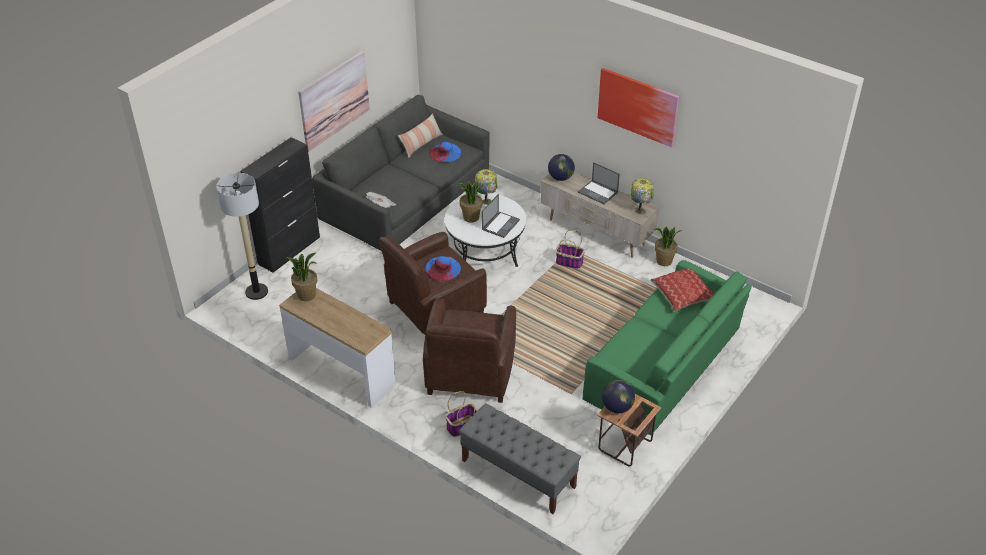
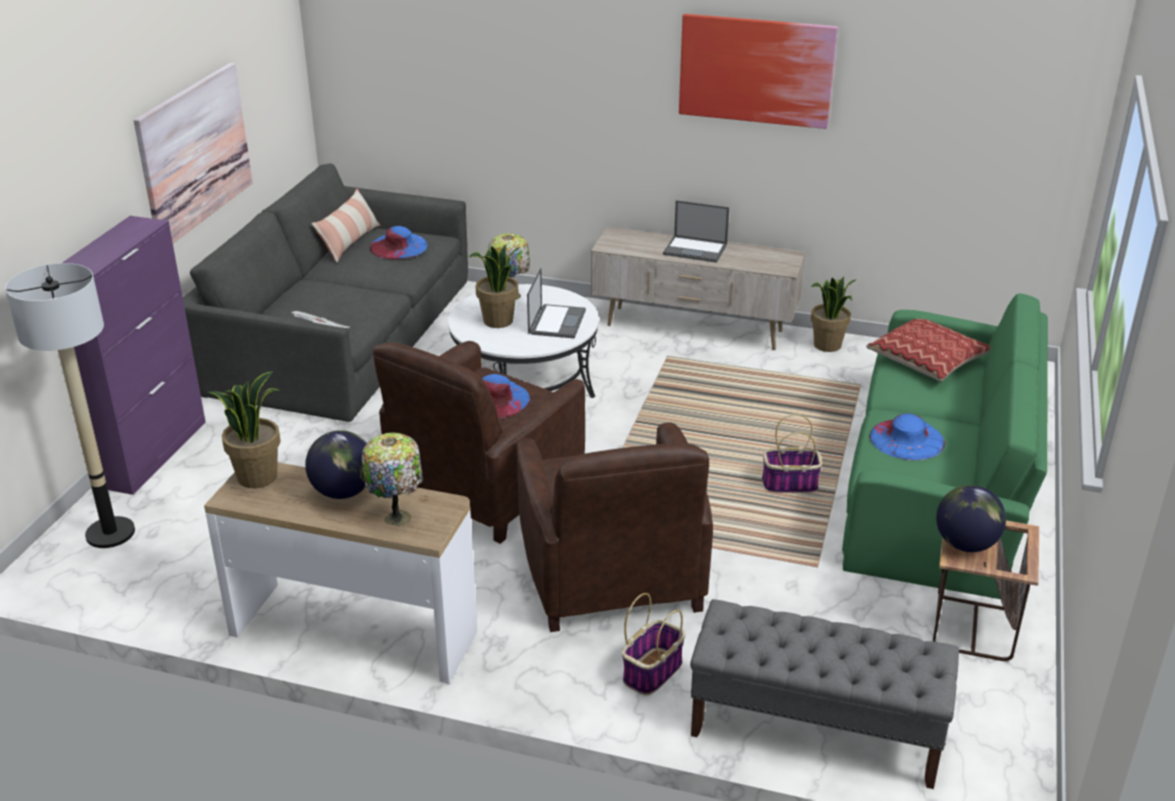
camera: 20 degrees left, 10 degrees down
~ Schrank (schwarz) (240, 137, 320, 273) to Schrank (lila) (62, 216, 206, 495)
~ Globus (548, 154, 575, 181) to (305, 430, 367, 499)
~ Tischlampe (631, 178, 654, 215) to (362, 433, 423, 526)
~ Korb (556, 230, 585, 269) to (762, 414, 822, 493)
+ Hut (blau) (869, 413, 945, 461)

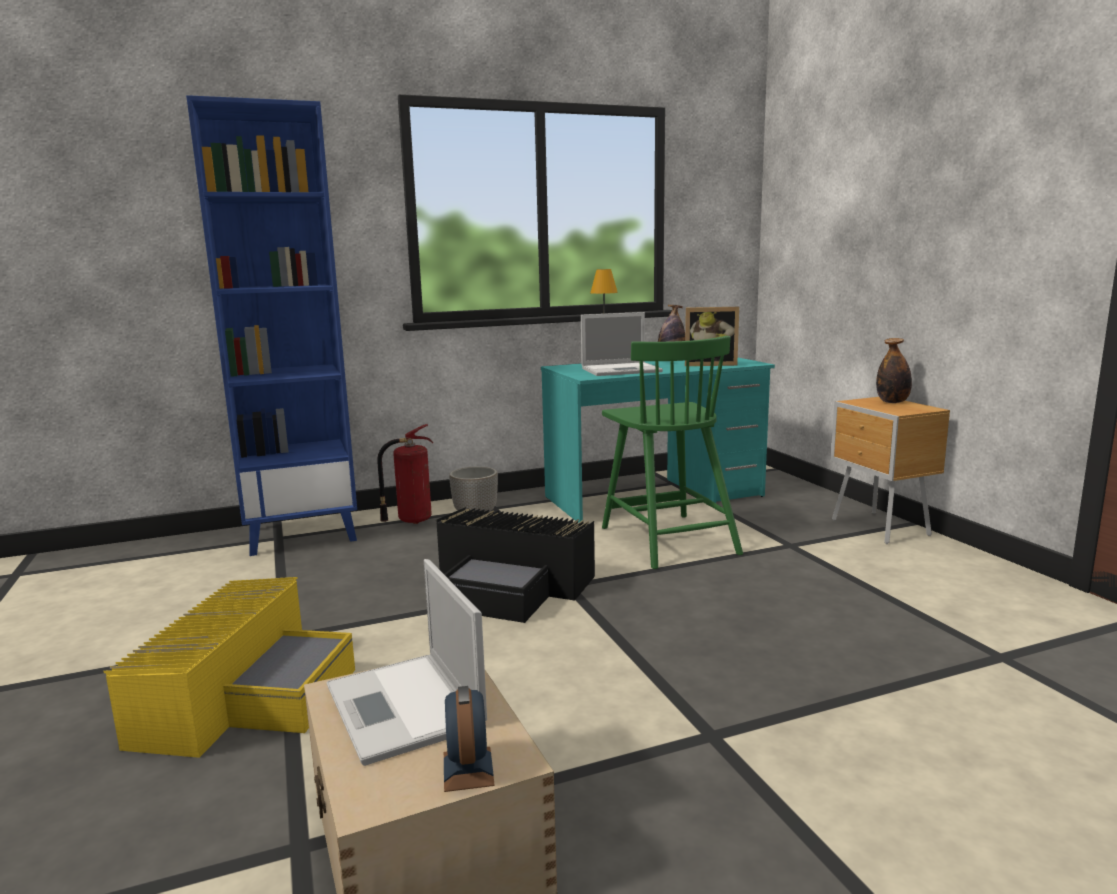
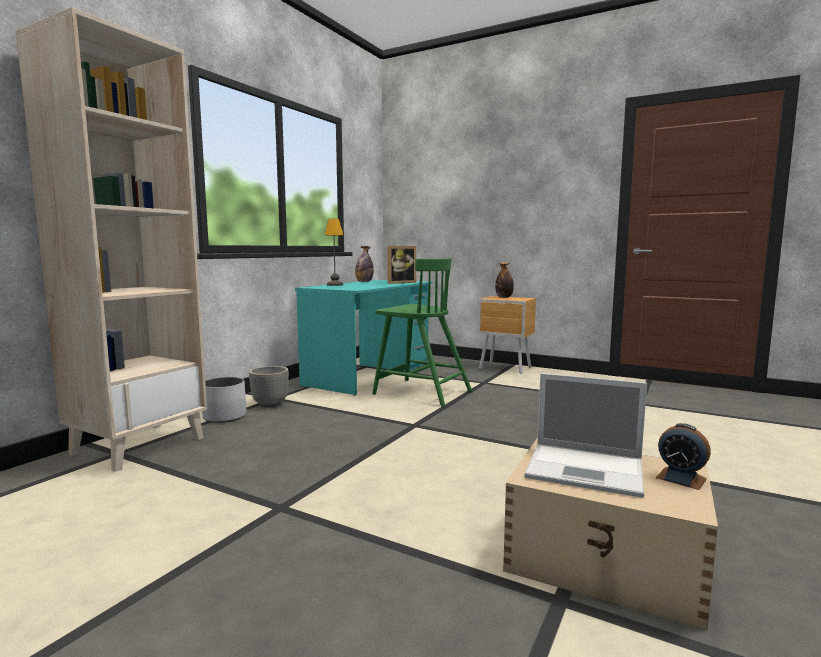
camera: 40 degrees left, 5 degrees down
~ Bücherregal (blau) (186, 95, 357, 556) to Bücherregal (beige) (16, 7, 207, 472)
~ Feuerlöscher (377, 424, 433, 524) to Pflanzkübel (weiß) (202, 377, 246, 423)
- Aufbewahrungsbox (gelb) (103, 577, 355, 758)
- Aufbewahrungsbox (schwarz) (436, 507, 595, 623)
- Laptop (581, 312, 663, 376)

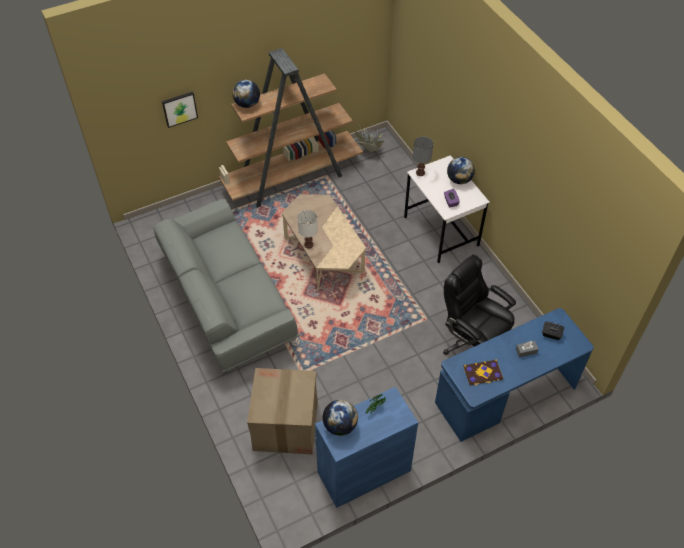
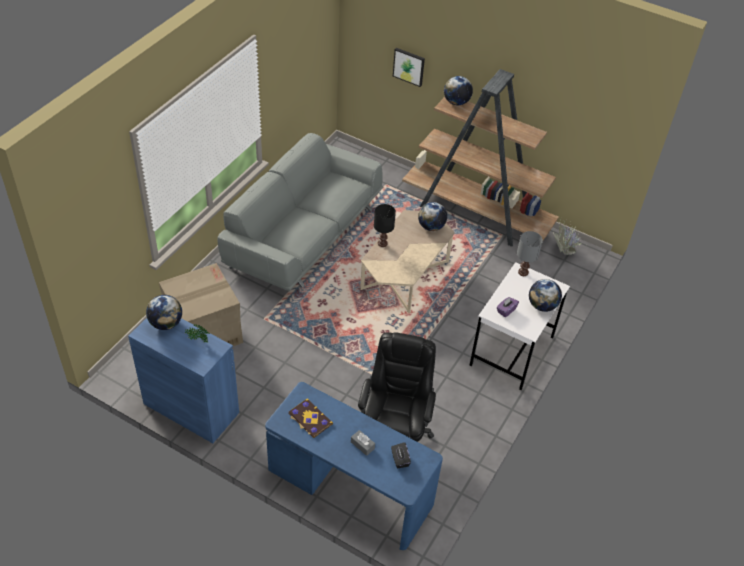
camera: 55 degrees right, 5 degrees down
~ Tischlampe (weiß) (297, 210, 318, 249) to Tischlampe (schwarz) (374, 204, 396, 247)
+ Globus (418, 202, 447, 231)

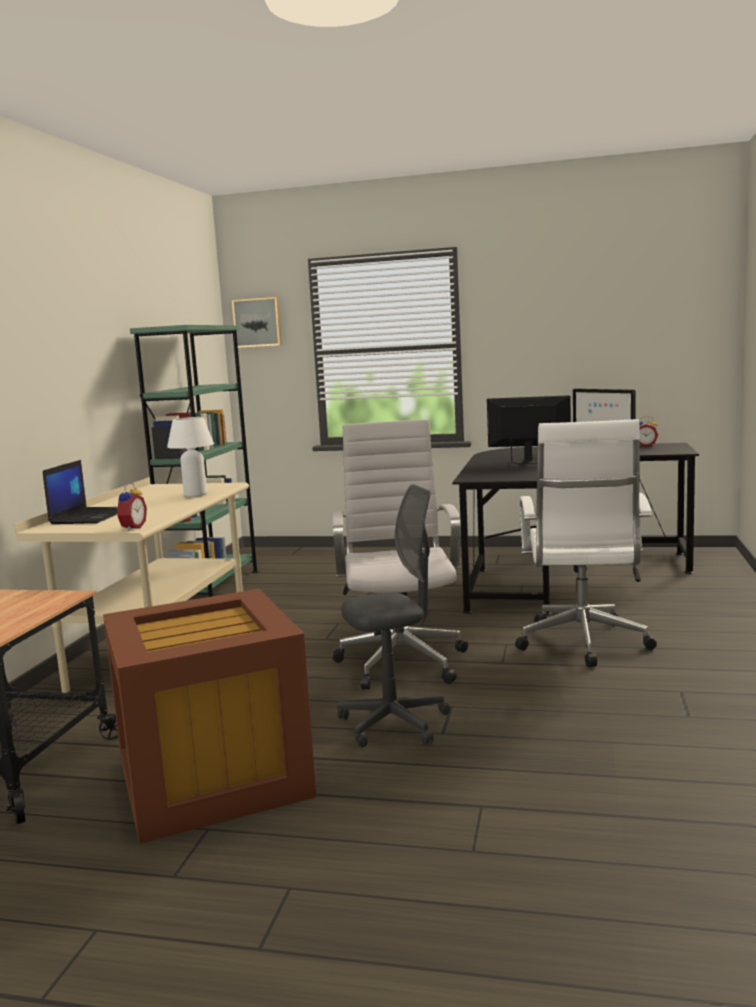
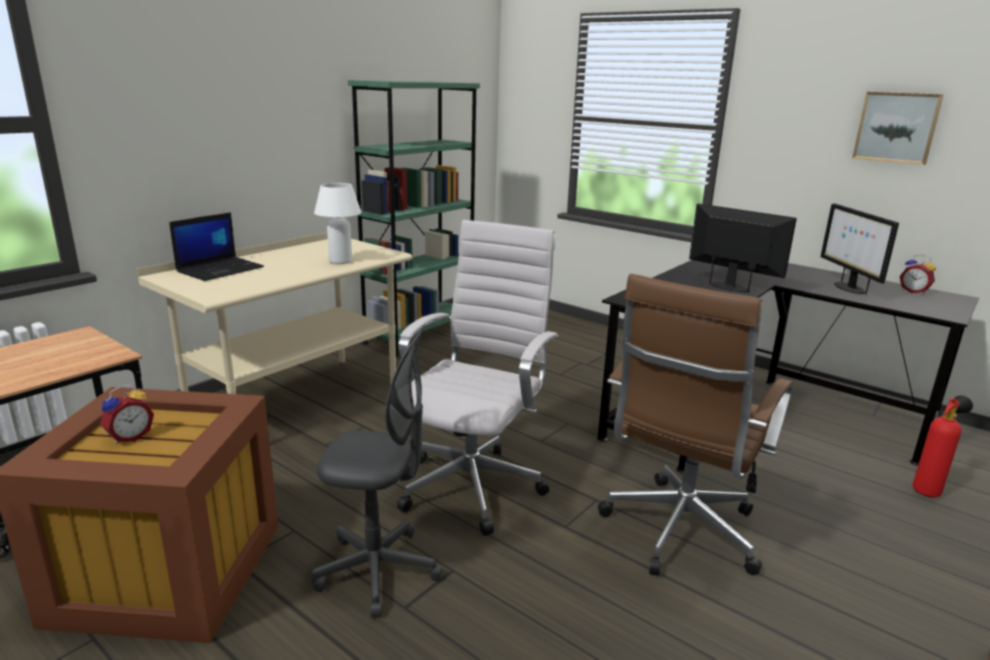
camera: 25 degrees right, 10 degrees up
~ Wecker (115, 483, 147, 531) to (101, 385, 154, 444)
~ Bürostuhl (weiß) (515, 419, 657, 667) to Bürostuhl (braun) (598, 274, 793, 576)
~ Bild (232, 297, 282, 348) to (852, 92, 944, 165)
+ Feuerlöscher (913, 395, 973, 498)

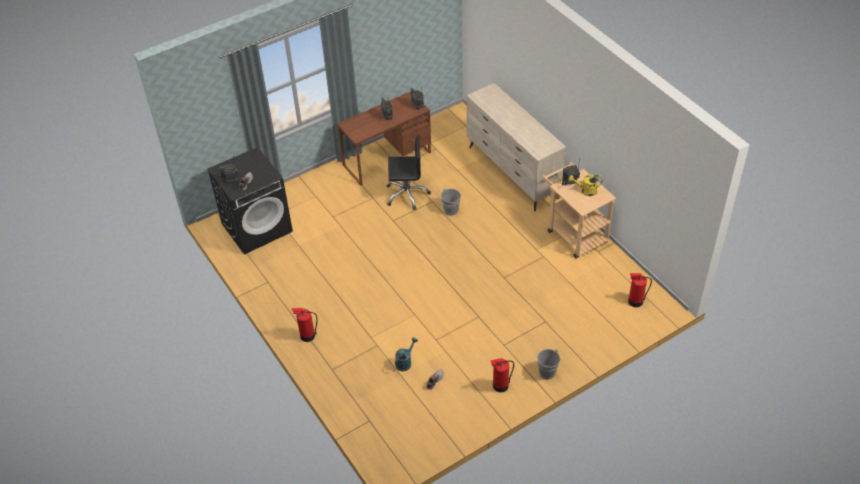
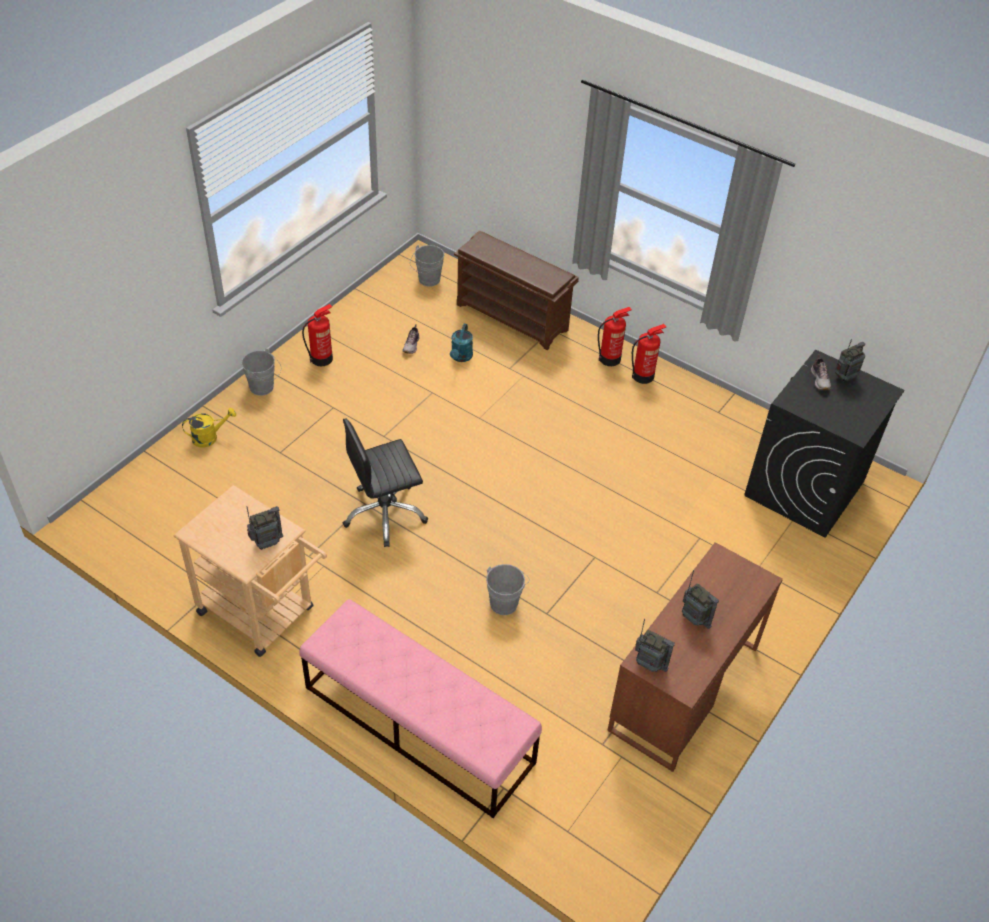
camera: 155 degrees right, 0 degrees up
~ Gießkanne (gelb) (569, 175, 603, 196) to (182, 408, 236, 448)
~ Kommode (beige) (467, 83, 566, 211) to Bank (rosa) (299, 599, 542, 818)
~ Bürostuhl (schwarz) (387, 135, 431, 210) to (343, 419, 428, 547)
+ Eimer (grau) (410, 245, 444, 287)
+ Schuhregal (braun) (454, 230, 579, 350)
~ Feuerlöscher (628, 273, 652, 307) to (632, 324, 666, 384)

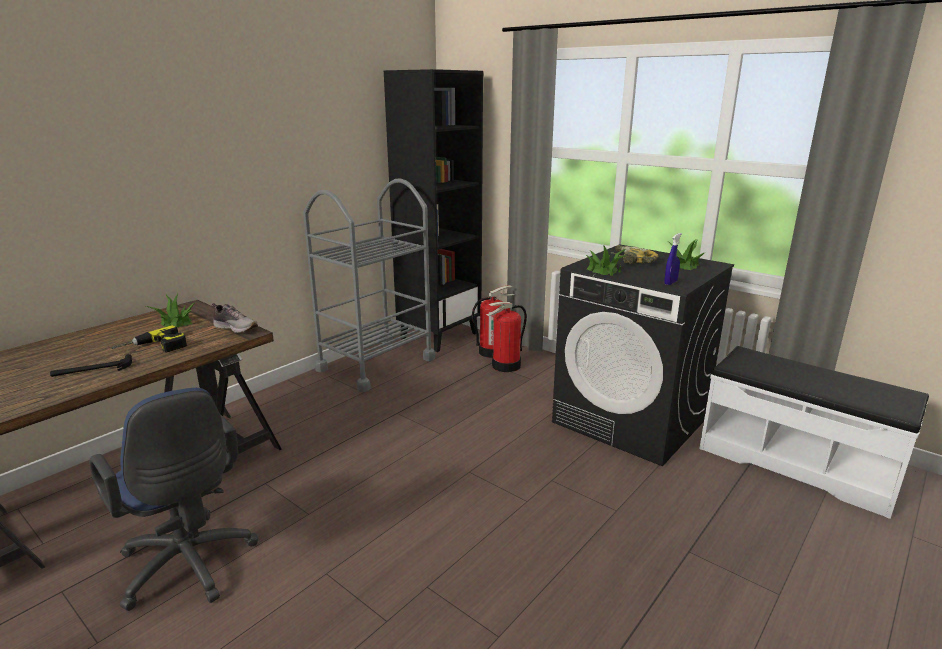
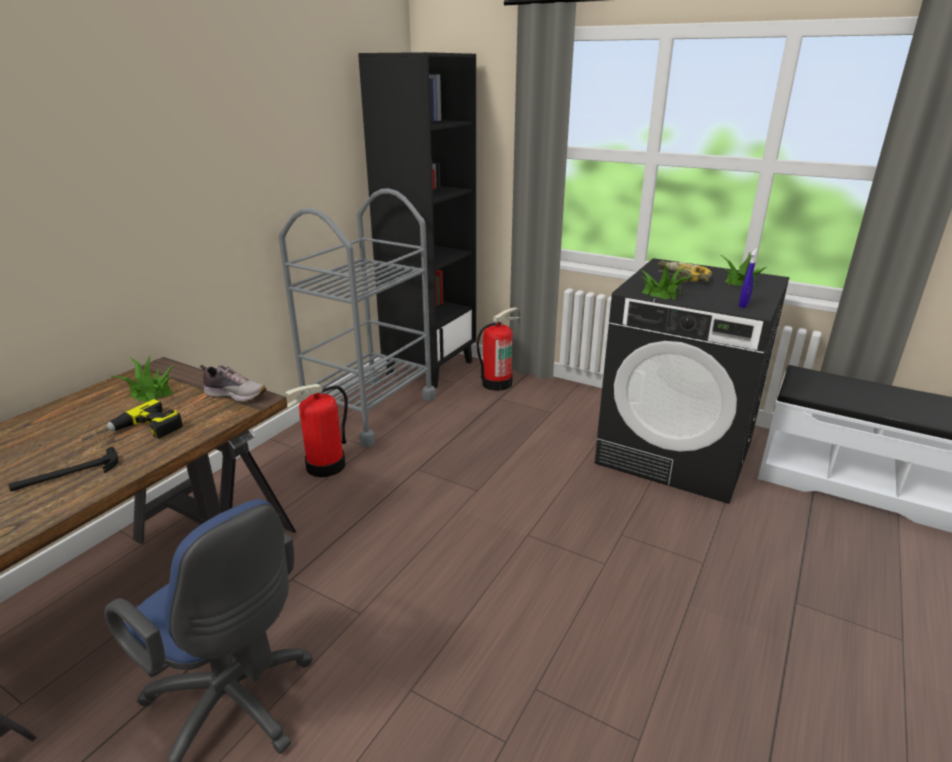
camera: 10 degrees left, 5 degrees up
~ Feuerlöscher (486, 302, 527, 372) to (285, 384, 348, 477)

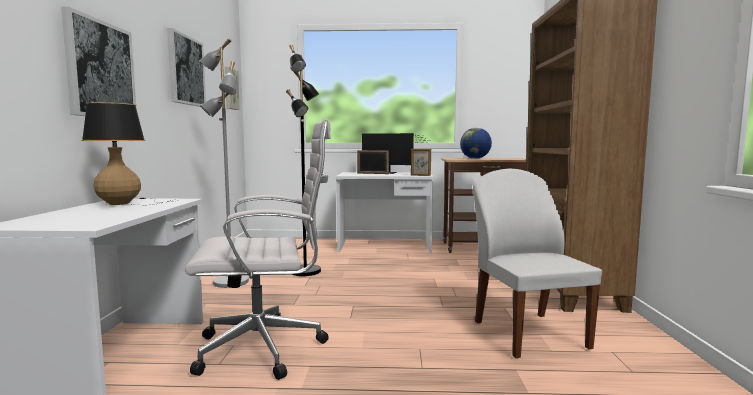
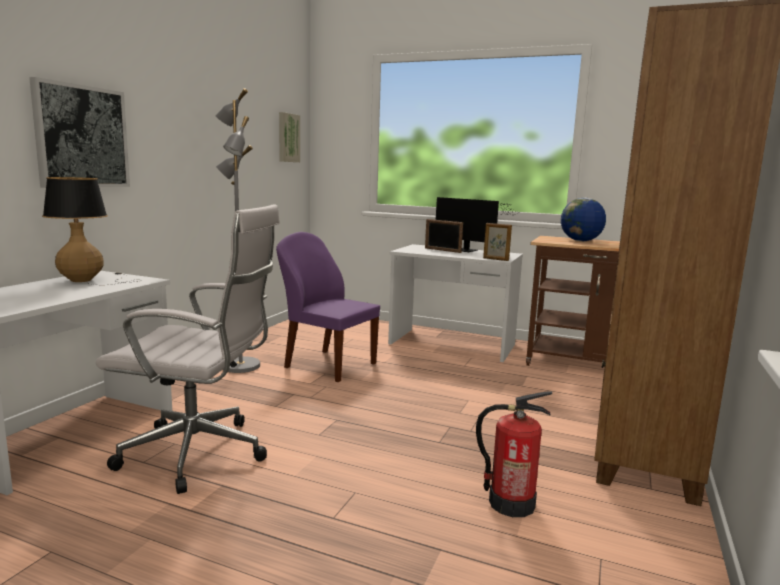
camera: 20 degrees right, 5 degrees up
~ Stehlampe (schwarz) (286, 44, 321, 276) to Stuhl (lila) (276, 232, 380, 382)
~ Stuhl (weiß) (473, 168, 602, 358) to Feuerlöscher (476, 391, 552, 517)
- Bild (167, 28, 206, 107)

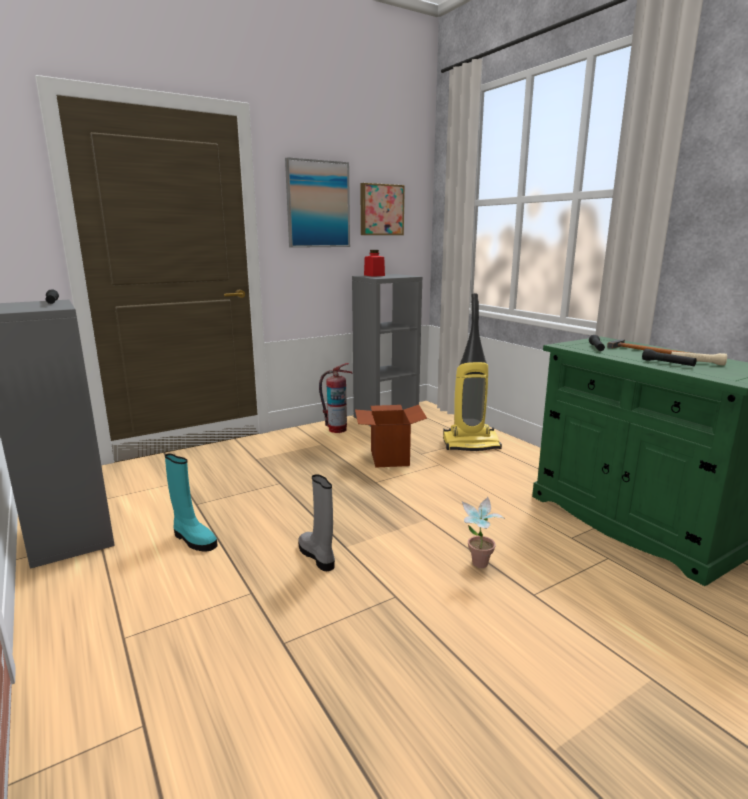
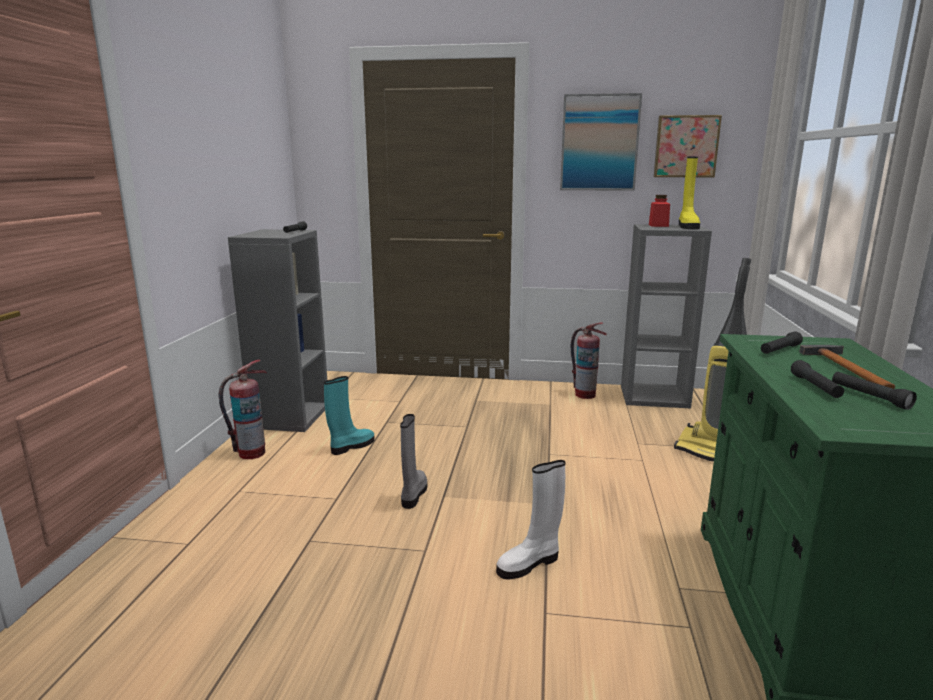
camera: 40 degrees right, 0 degrees up
+ Feuerlöscher (219, 359, 267, 459)
~ Stiefel (türkis) (165, 453, 217, 552) = (324, 376, 375, 455) 120 degrees counterclockwise
~ Topfpflanze (462, 497, 505, 568) to Stiefel (weiß) (496, 460, 566, 579)
+ Stiefel (gelb) (679, 156, 700, 229)
~ Taschenlampe (beige) (671, 351, 727, 365) to Taschenlampe (schwarz) (832, 372, 917, 410)
- Karton (355, 405, 427, 468)

